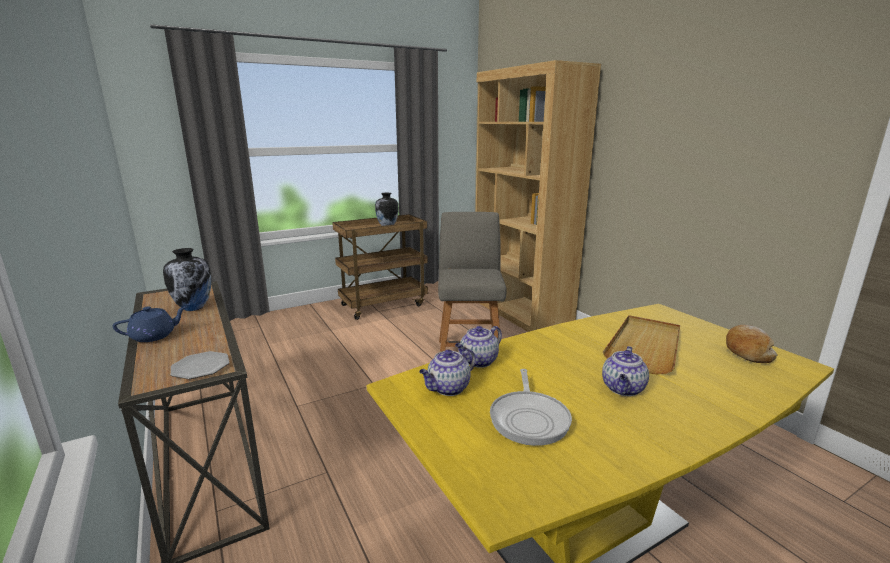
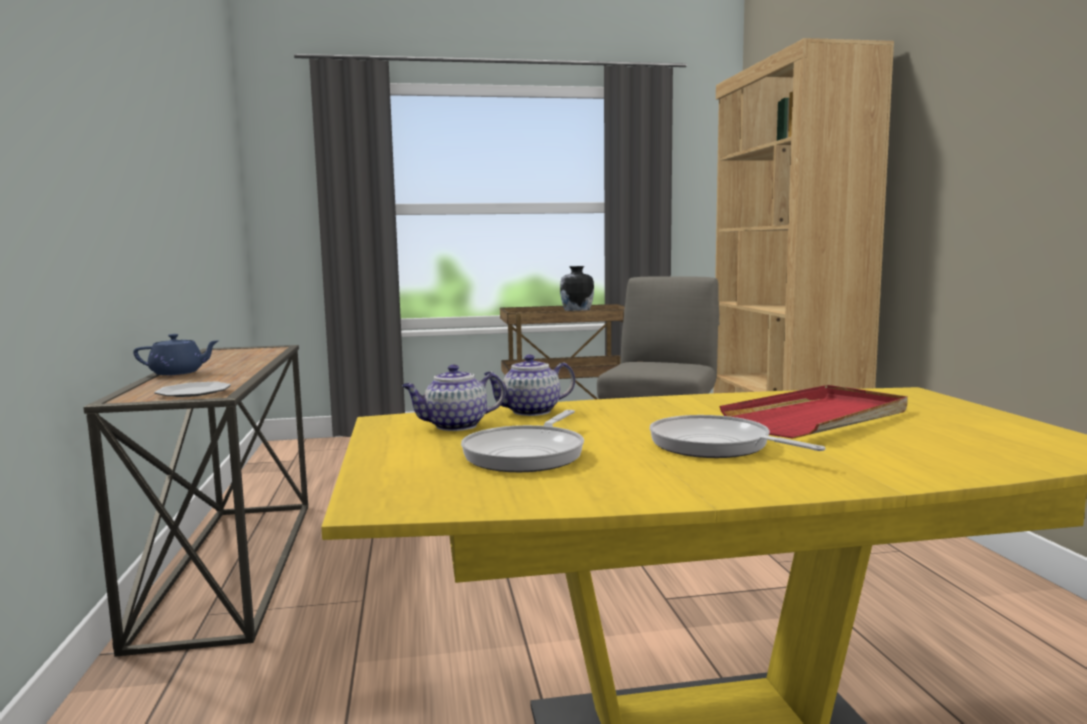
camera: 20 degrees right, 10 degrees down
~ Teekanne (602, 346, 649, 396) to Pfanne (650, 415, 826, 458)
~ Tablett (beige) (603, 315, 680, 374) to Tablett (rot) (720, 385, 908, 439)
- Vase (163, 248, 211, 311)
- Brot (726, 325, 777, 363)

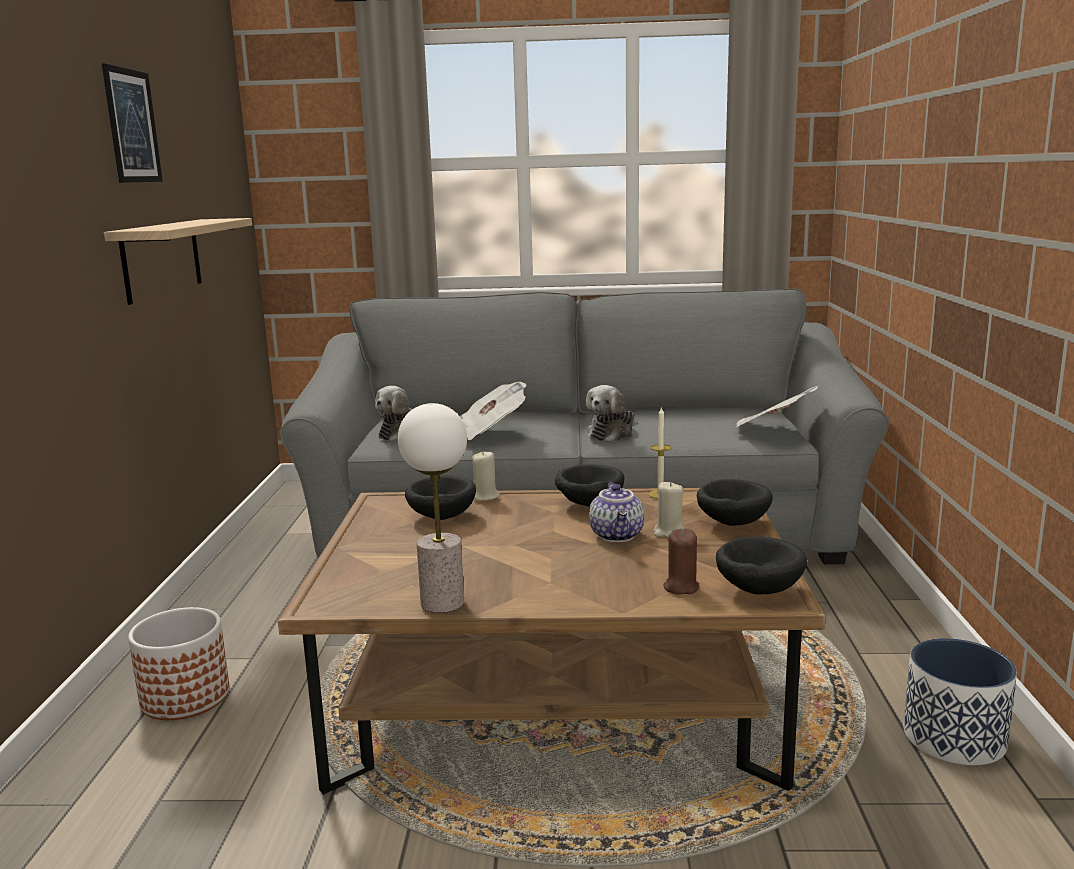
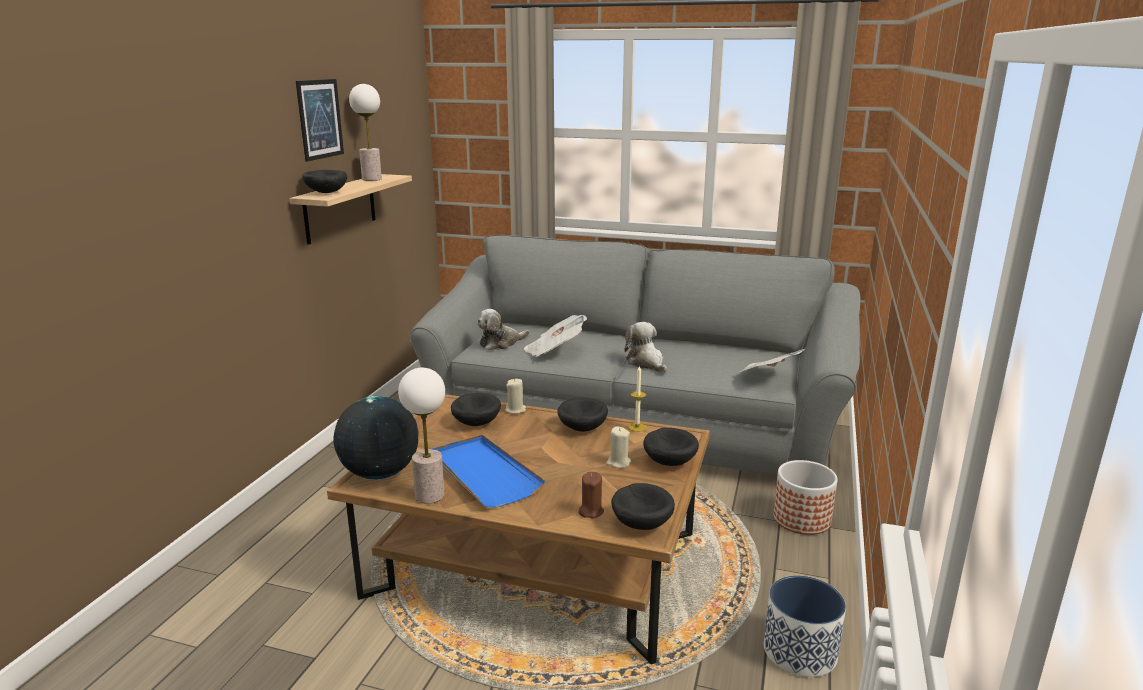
camera: 15 degrees right, 5 degrees up
+ Schüssel (schwarz) (302, 170, 347, 193)
+ Globus (333, 396, 418, 479)
+ Tischlampe (349, 84, 382, 181)
+ Tablett (blau) (432, 434, 546, 508)
~ Plüschtier (586, 385, 635, 442) = (624, 322, 667, 373) 105 degrees clockwise
~ Pflanzkübel (128, 607, 230, 720) to (773, 460, 838, 535)
- Teekanne (589, 483, 644, 542)

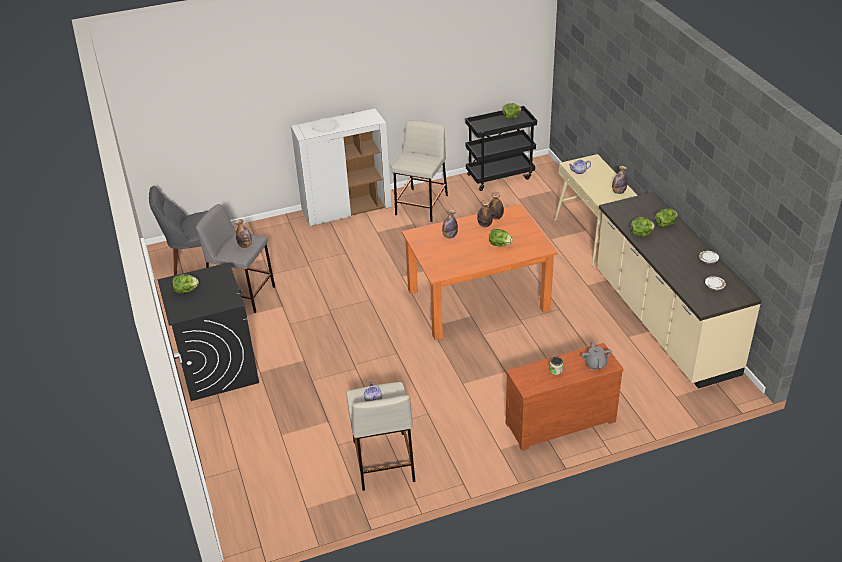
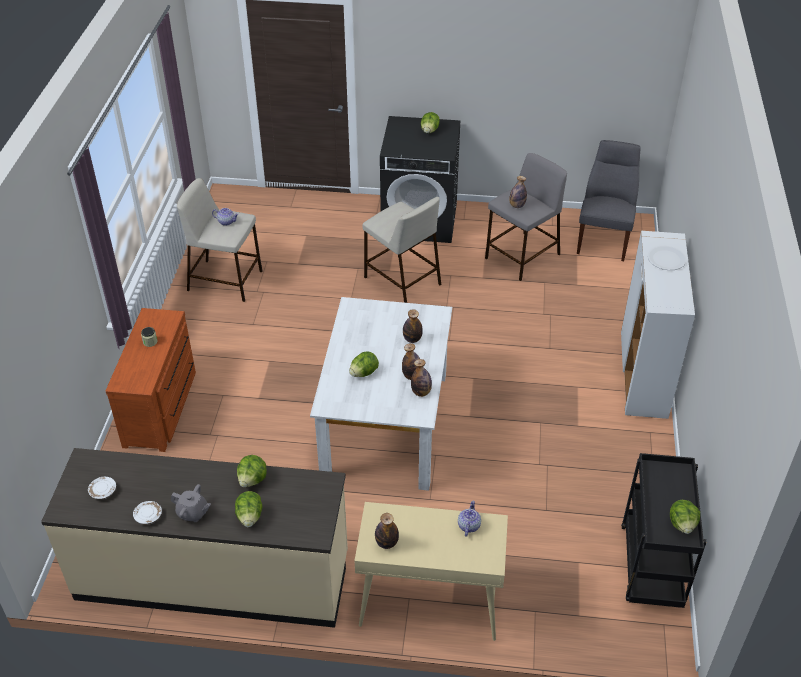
camera: 115 degrees right, 5 degrees up
~ Teekanne (grau) (581, 341, 612, 370) to (171, 484, 211, 522)
~ Esstisch (orange) (402, 204, 558, 340) to Esstisch (weiß) (310, 297, 452, 491)
~ Hocker (beige) (391, 121, 448, 222) to (362, 197, 441, 303)

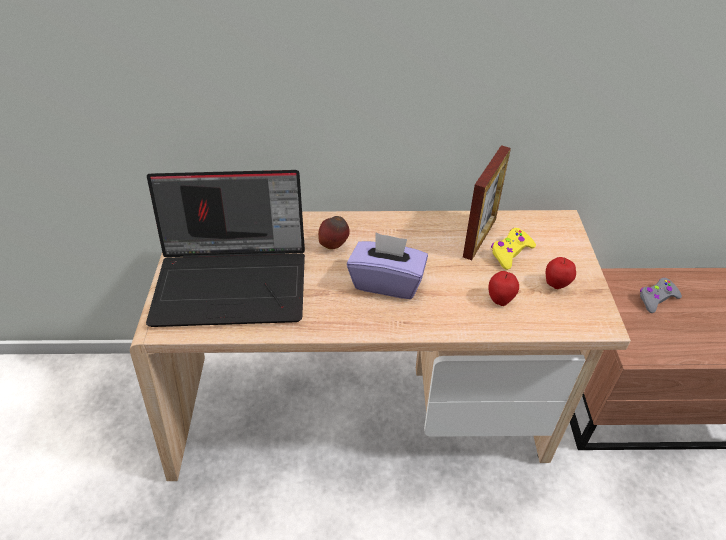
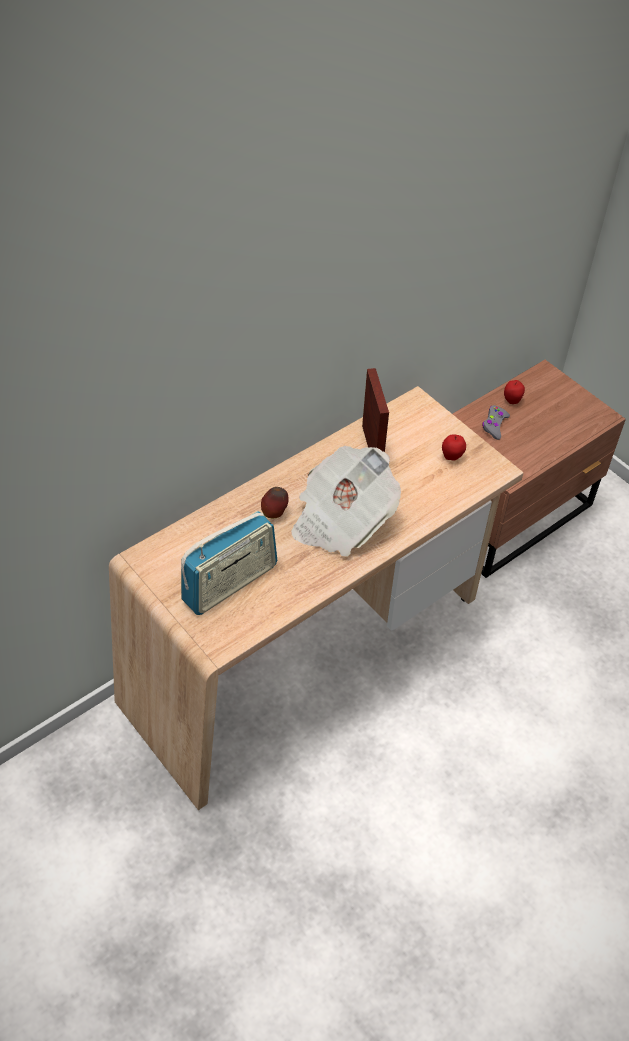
camera: 40 degrees left, 5 degrees up
~ Laptop (146, 170, 305, 327) to Radio (181, 511, 277, 615)
~ Taschentuchbox (lila) (347, 232, 428, 299) to Zeitung (291, 446, 401, 557)
~ Apfel (489, 271, 519, 306) to (504, 380, 525, 404)
- Gamepad (gelb) (491, 228, 536, 270)

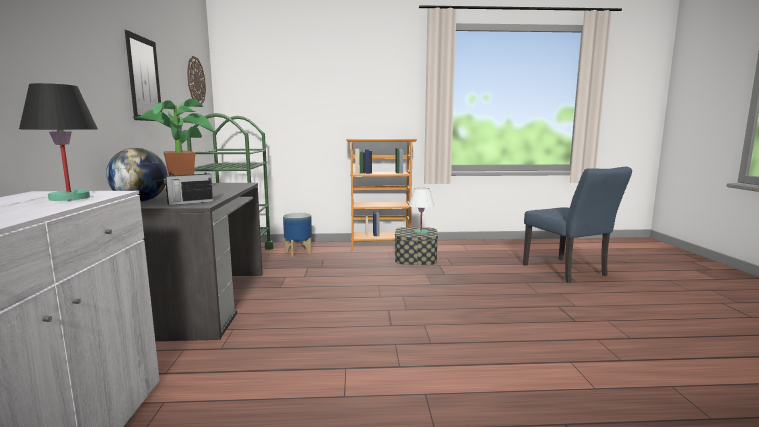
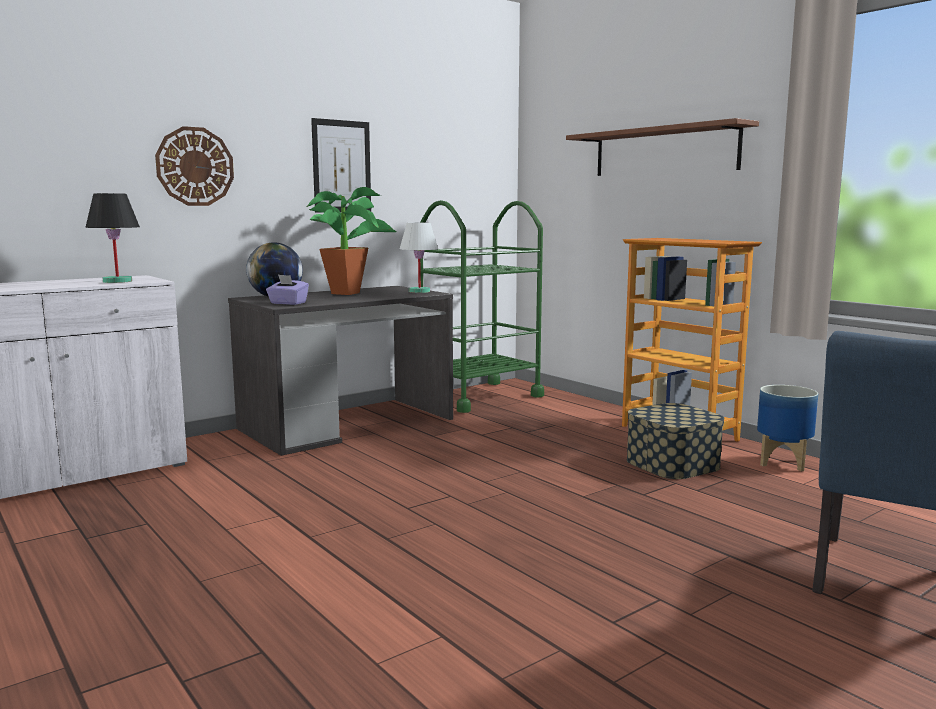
camera: 55 degrees right, 0 degrees up
~ Wanduhr (187, 56, 206, 104) to (155, 126, 234, 206)
~ Radio (164, 167, 213, 205) to Taschentuchbox (lila) (266, 275, 309, 305)
~ Tischlampe (weiß) (409, 187, 434, 235) to (400, 223, 438, 293)
+ Wandregal (braun) (566, 118, 759, 176)
~ Pflanzkübel (283, 213, 312, 257) to (757, 385, 818, 471)

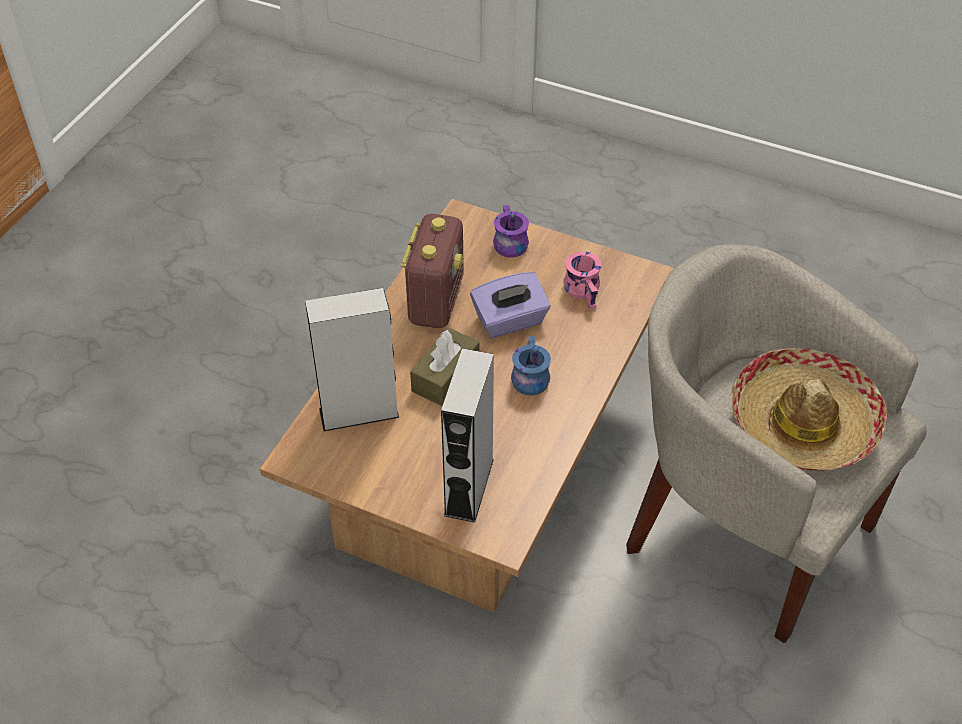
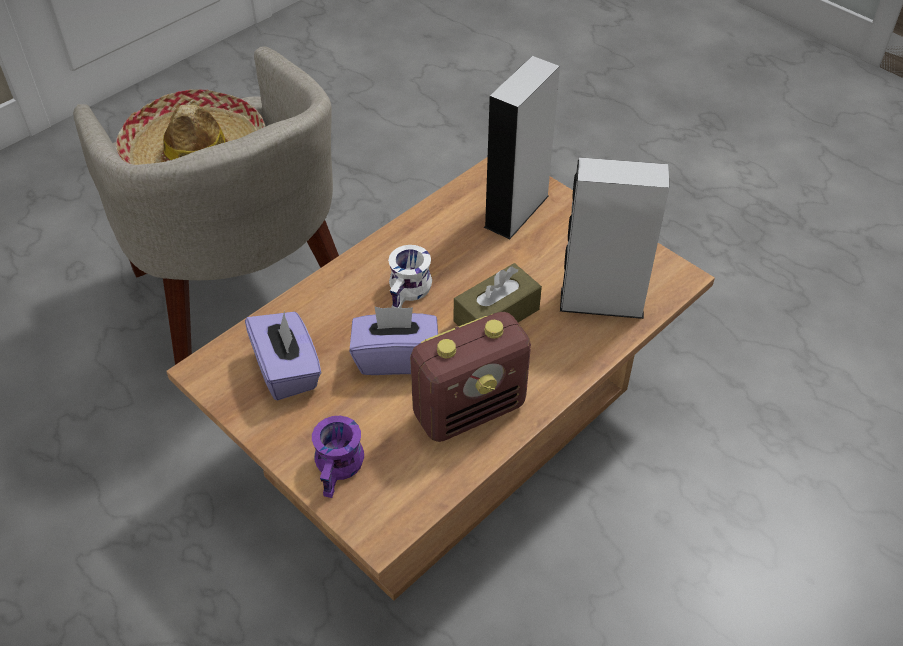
camera: 160 degrees left, 0 degrees up
~ Henkelbecher (rosa) (564, 251, 601, 309) to Taschentuchbox (lila) (245, 311, 321, 400)
~ Henkelbecher (blau) (511, 336, 551, 395) to Henkelbecher (weiß) (388, 245, 432, 308)
~ Radio (401, 214, 464, 328) = (410, 312, 531, 442) 150 degrees counterclockwise

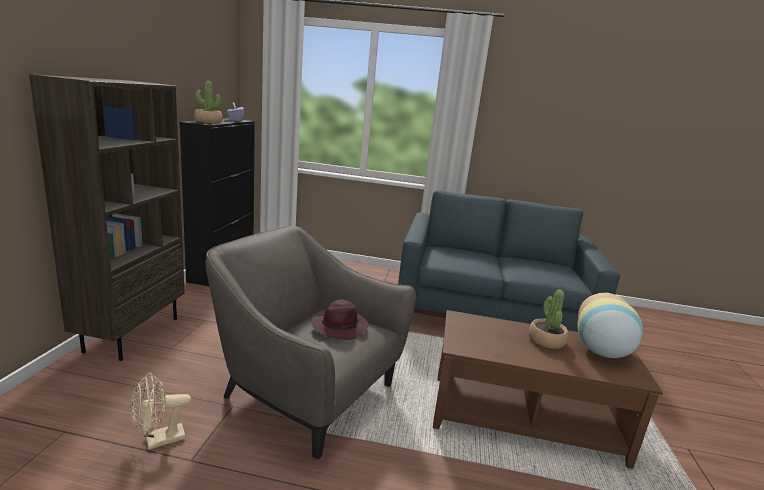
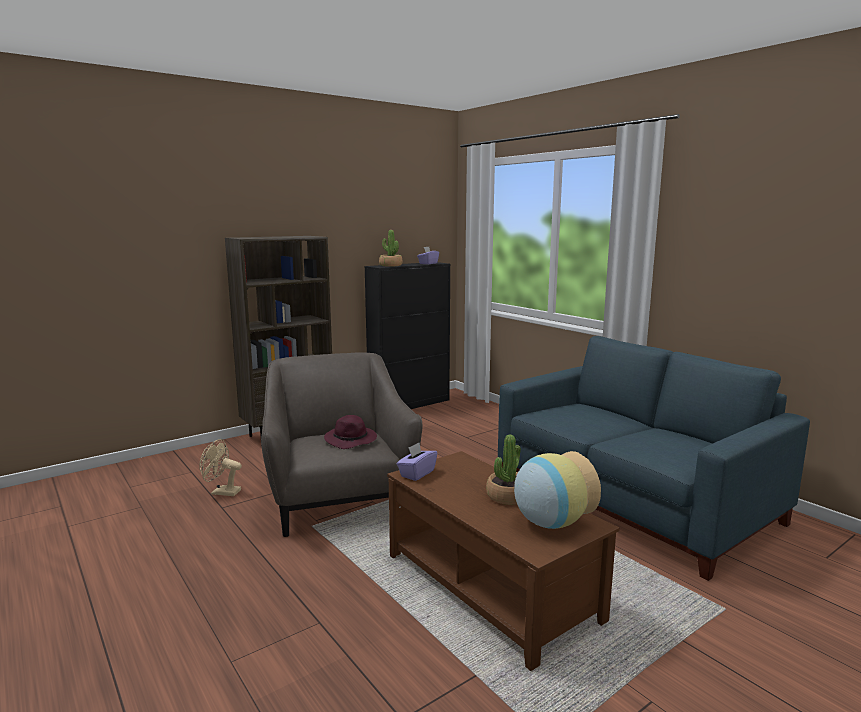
camera: 45 degrees right, 5 degrees down
+ Taschentuchbox (lila) (397, 443, 437, 481)

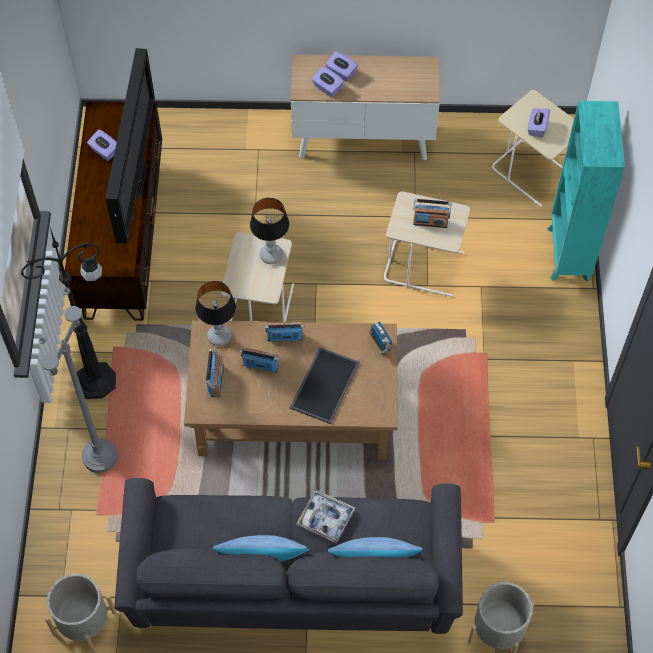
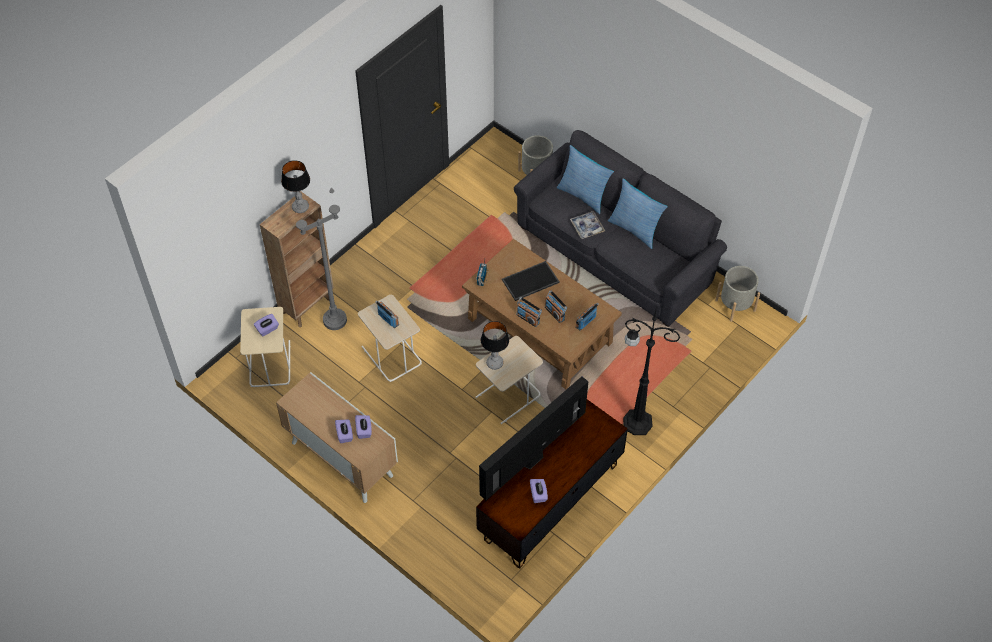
camera: 140 degrees left, 5 degrees down
~ Bücherregal (türkis) (547, 101, 625, 282) to Bücherregal (braun) (260, 191, 334, 327)
~ Tischlampe (195, 281, 236, 346) to (281, 160, 310, 213)
~ Stehlampe (grau) (38, 286, 118, 473) to (296, 188, 347, 330)

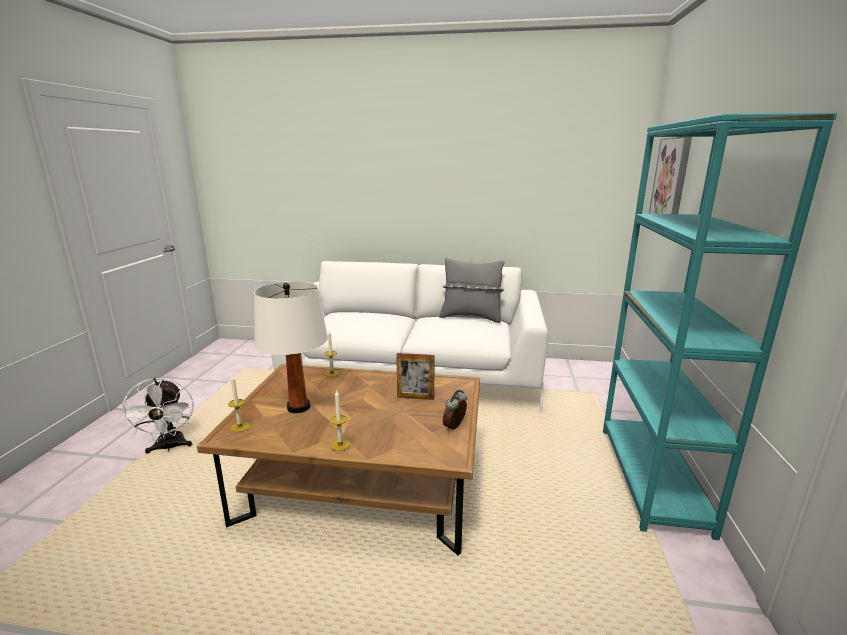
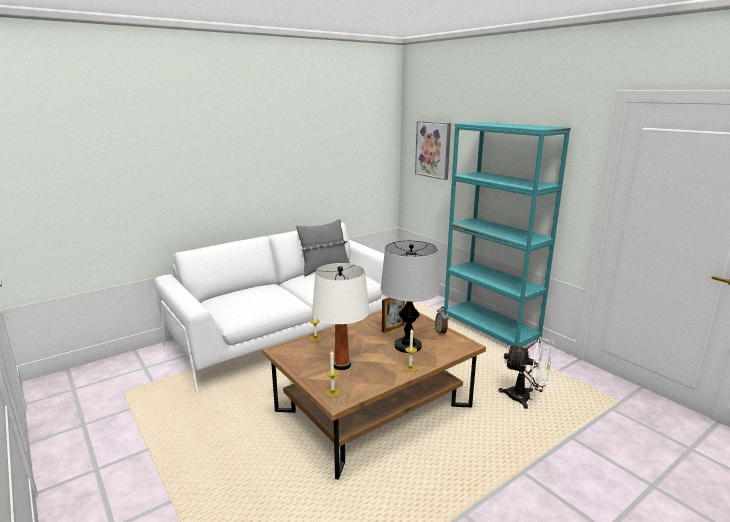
camera: 45 degrees left, 0 degrees up
+ Tischlampe (381, 241, 440, 353)
~ Ventilator (weiß) (121, 378, 194, 454) to (498, 337, 554, 409)

